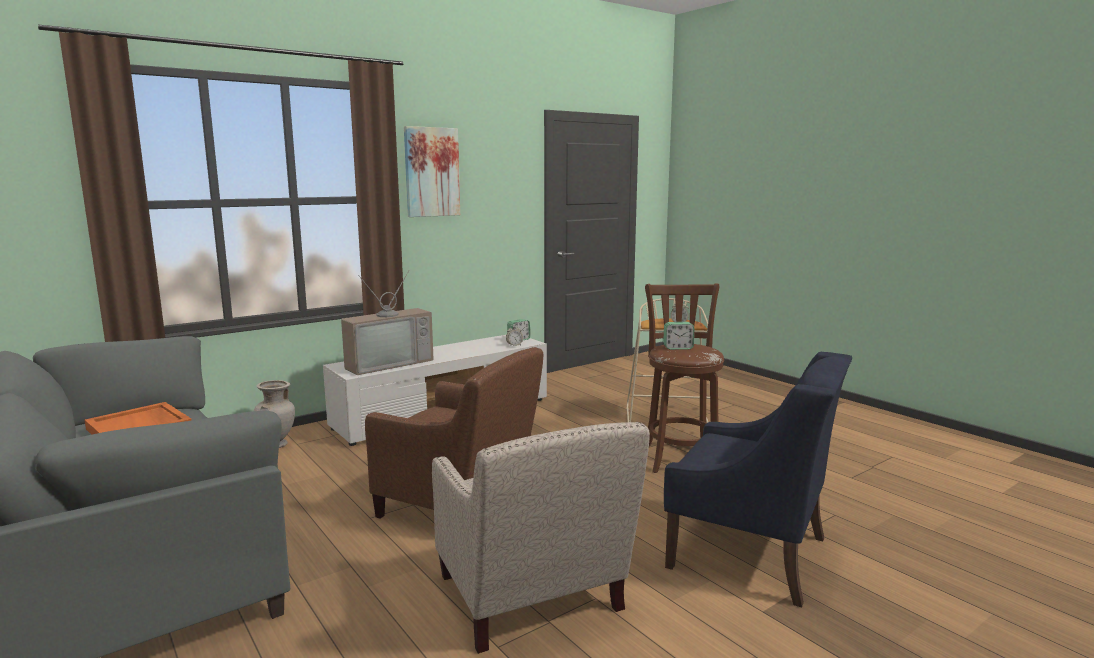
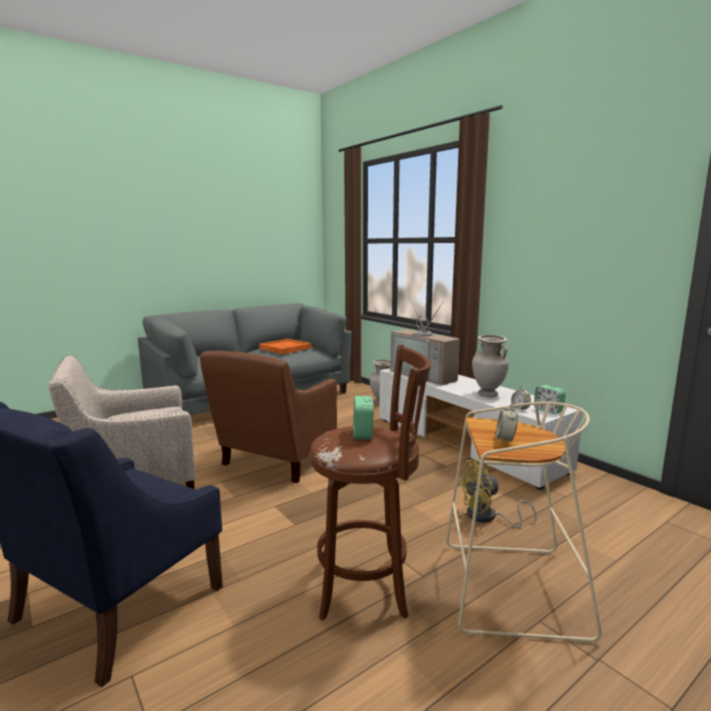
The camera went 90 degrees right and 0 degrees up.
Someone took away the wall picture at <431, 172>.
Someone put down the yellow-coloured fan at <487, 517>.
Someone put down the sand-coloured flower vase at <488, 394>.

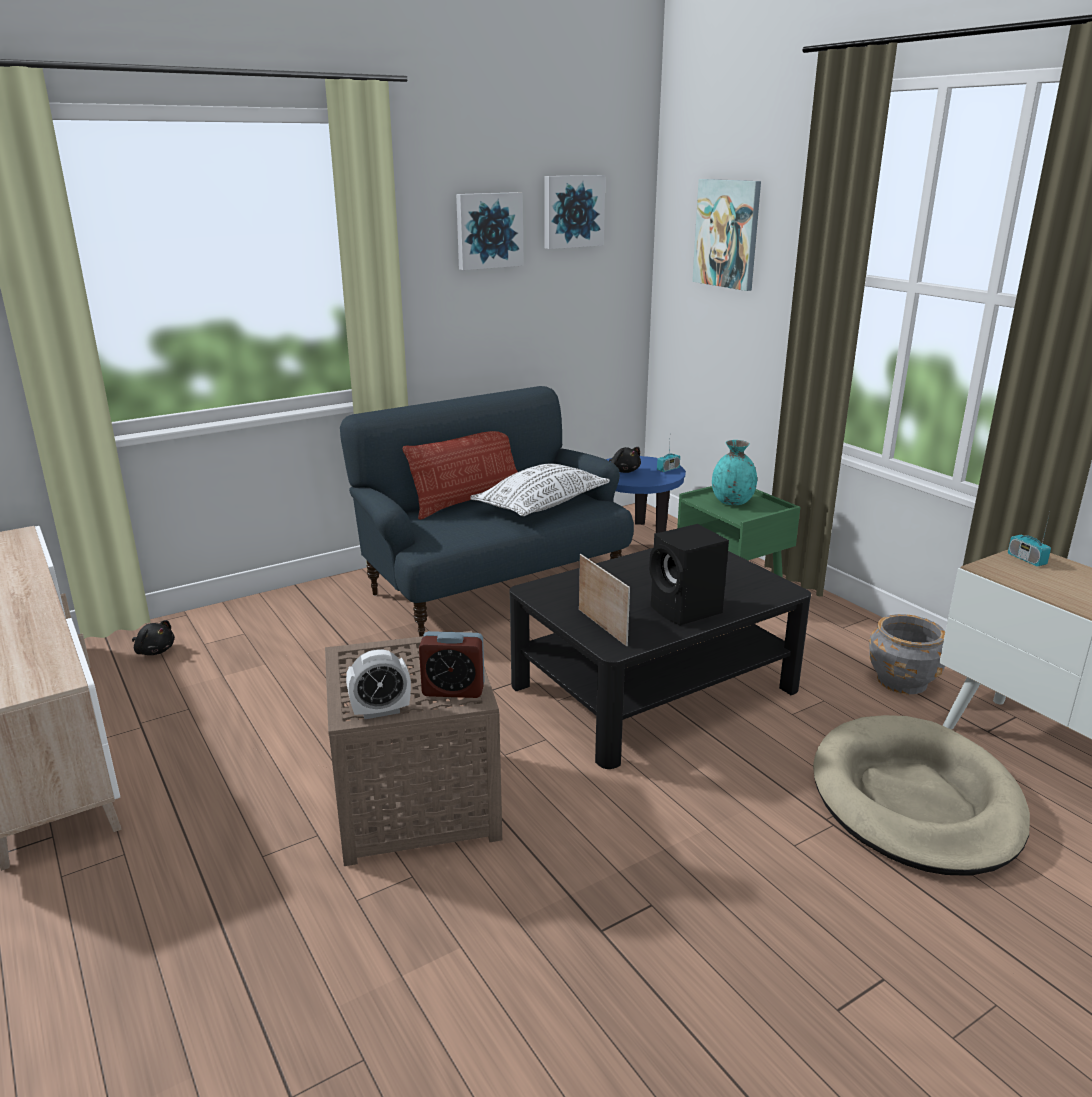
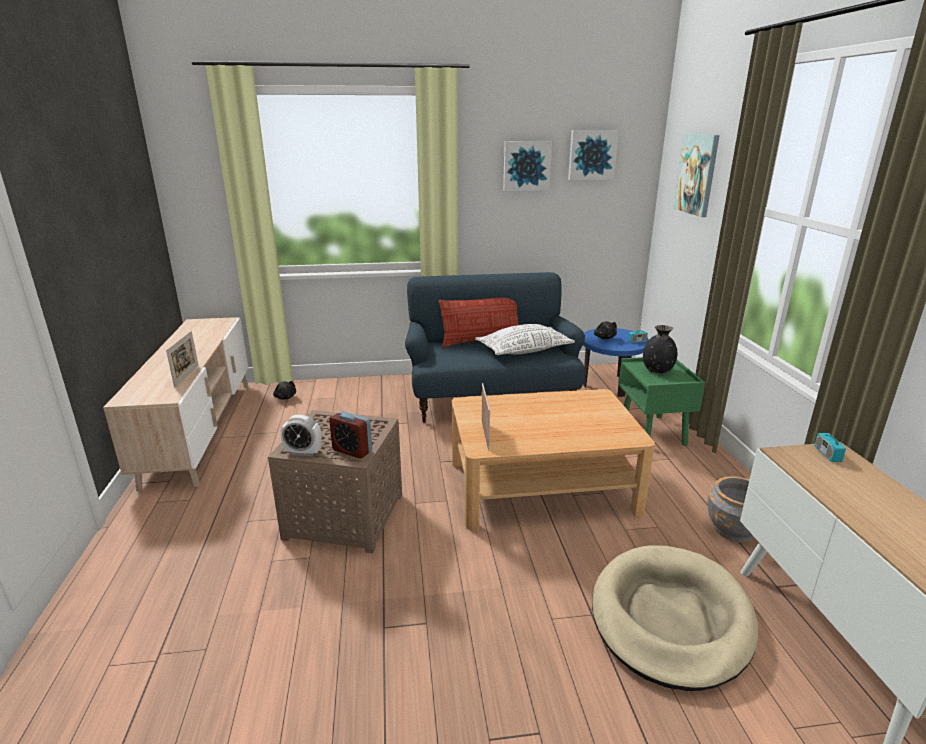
The camera went 25 degrees right and 0 degrees up.
Someone repainted the black-coloured coffee table at <654, 687>, which became the sand-coloured coffee table at <542, 486>.
Someone took away the black-coloured audio speaker at <686, 611>.
Someone repainted the blue-green flower vase at <732, 502>, which became the black-coloured flower vase at <657, 370>.
Someone put down the photo frame at <186, 375>.

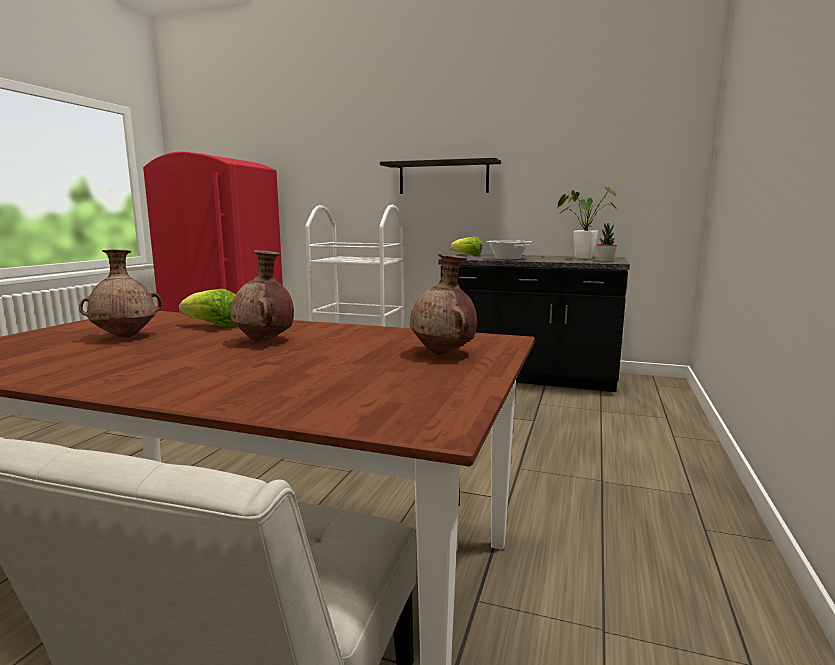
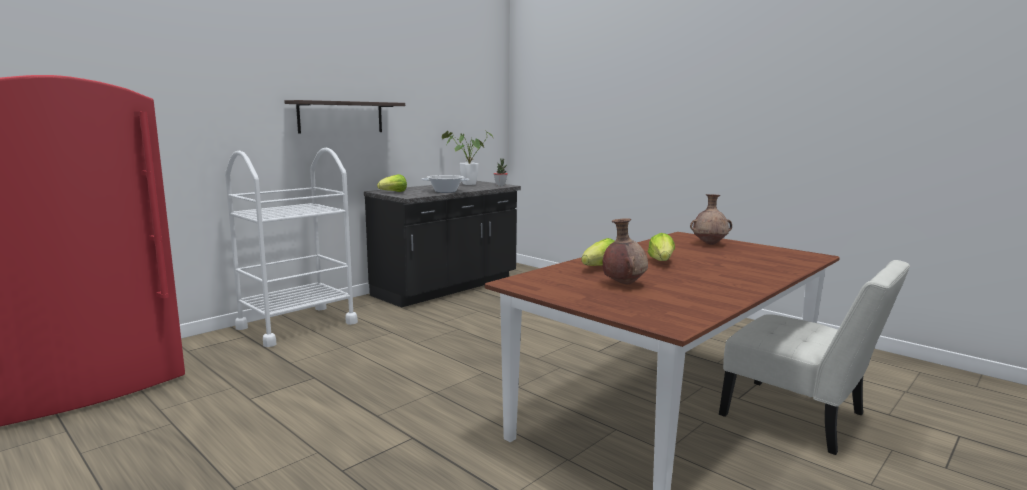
The camera went 65 degrees left and 0 degrees up.
Someone swapped the brown flower vase at <265, 341> for the head of lettuce at <661, 262>.

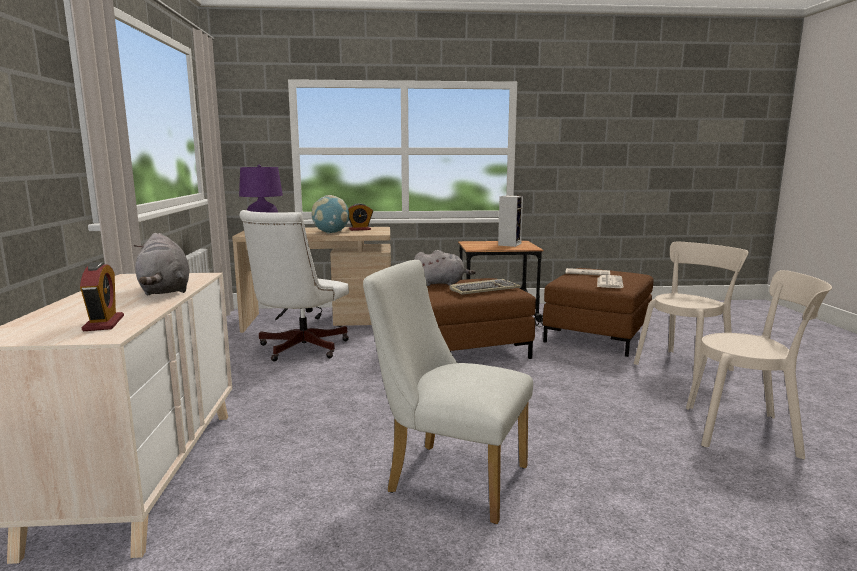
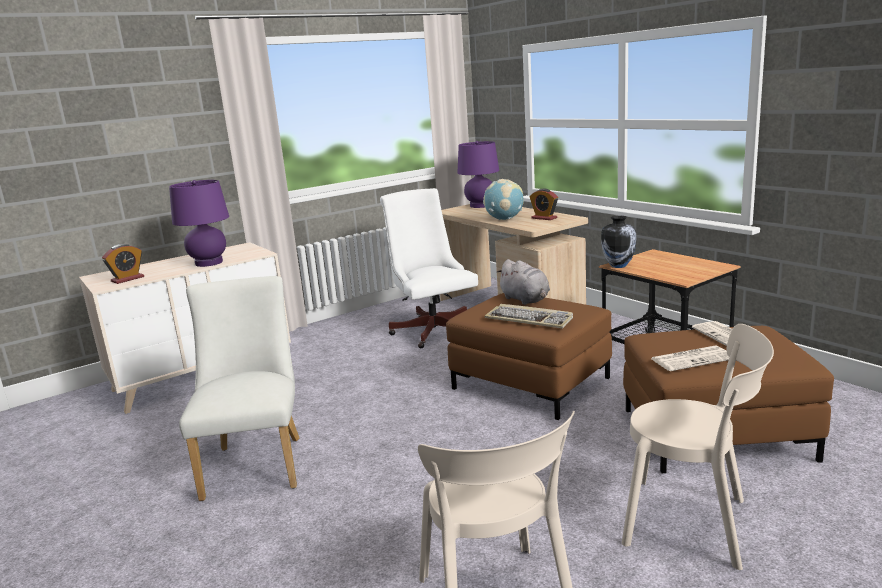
The camera went 60 degrees right and 5 degrees up.
Someone swapped the grey soft toy at <165, 291> for the purplish lamp for a table at <209, 263>.
Someone rotated the white office chair at <299, 349> by 75 degrees clockwise.
Someone took away the audio speaker at <509, 244>.
Someone put down the flower vase at <618, 266>.

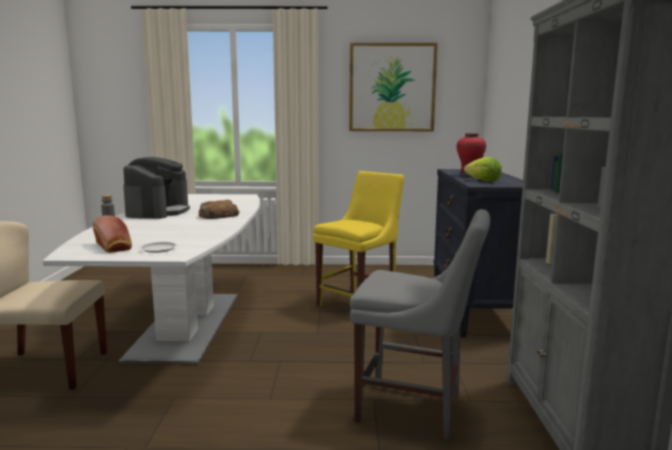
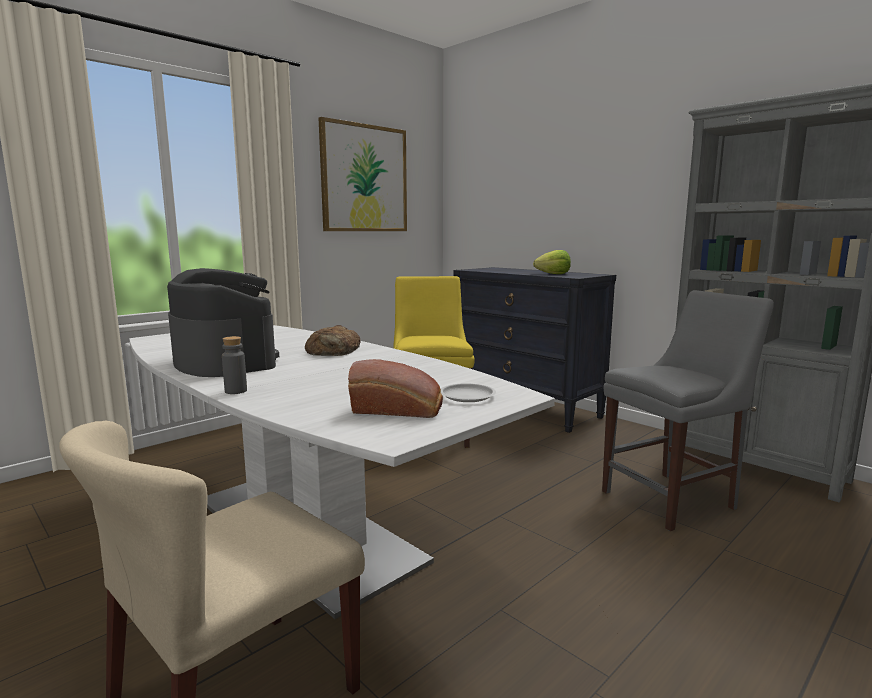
The camera went 45 degrees left and 0 degrees up.
Someone took away the red-coloured flower vase at <469, 175>.

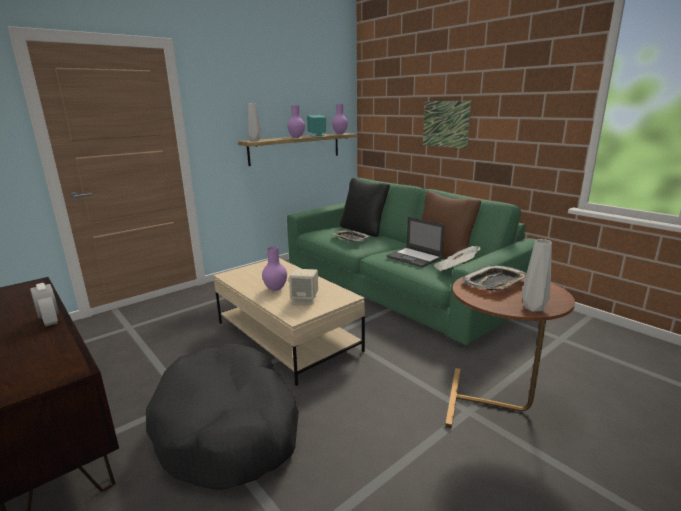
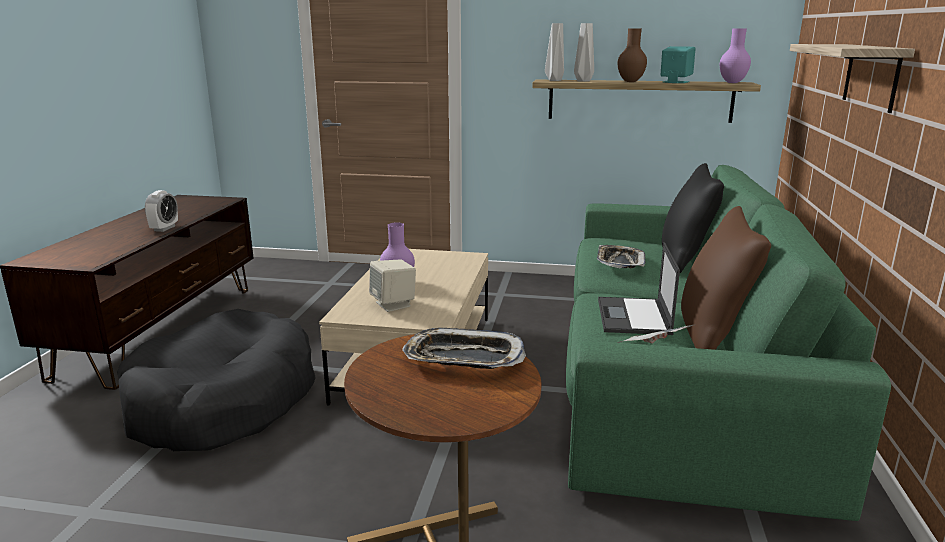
The camera went 50 degrees right and 0 degrees up.
Someone repainted the purplish flower vase at <296, 137>, which became the brown flower vase at <631, 81>.
Someone swapped the wall picture at <446, 124> for the shelf at <871, 76>.
Someone carried the grey flower vase from <532, 307> to <583, 81>.

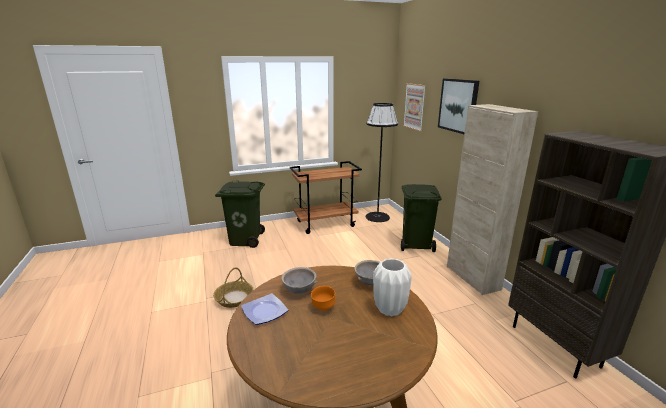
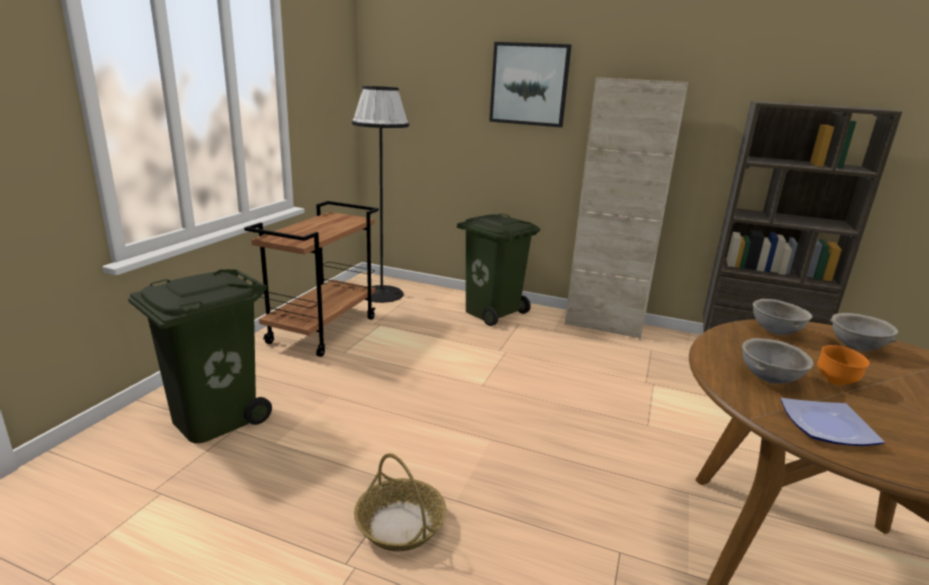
The camera went 50 degrees left and 0 degrees up.
Someone swapped the white flower vase at <389, 309> for the grey bowl at <856, 348>.
Someone took away the wall picture at <414, 106>.

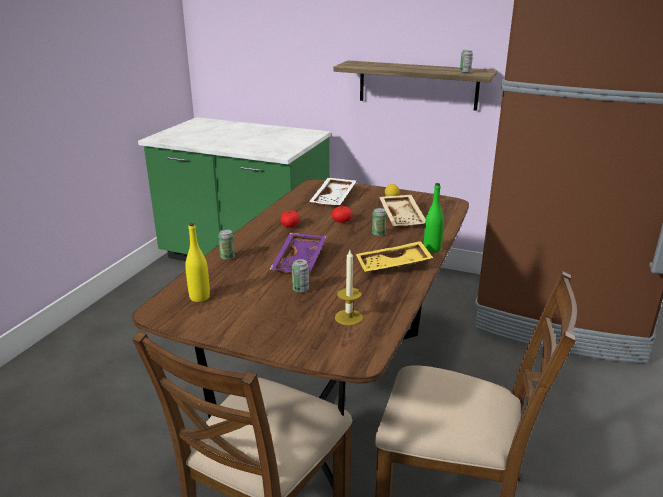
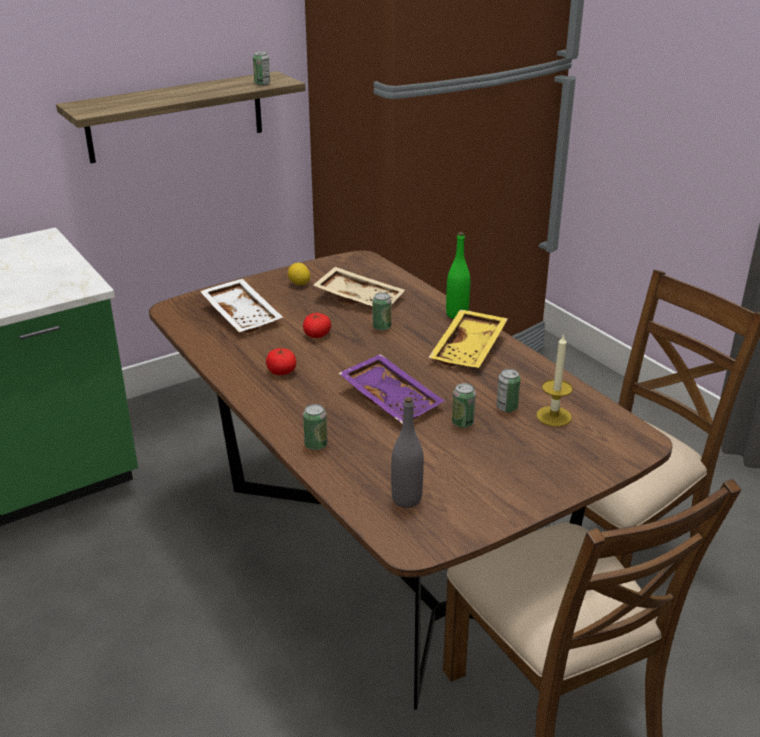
The camera went 55 degrees left and 5 degrees up.
Someone repainted the yellow-coloured drink bottle at <199, 297>, which became the grey drink bottle at <406, 499>.
Someone put down the metal can at <507, 408>.

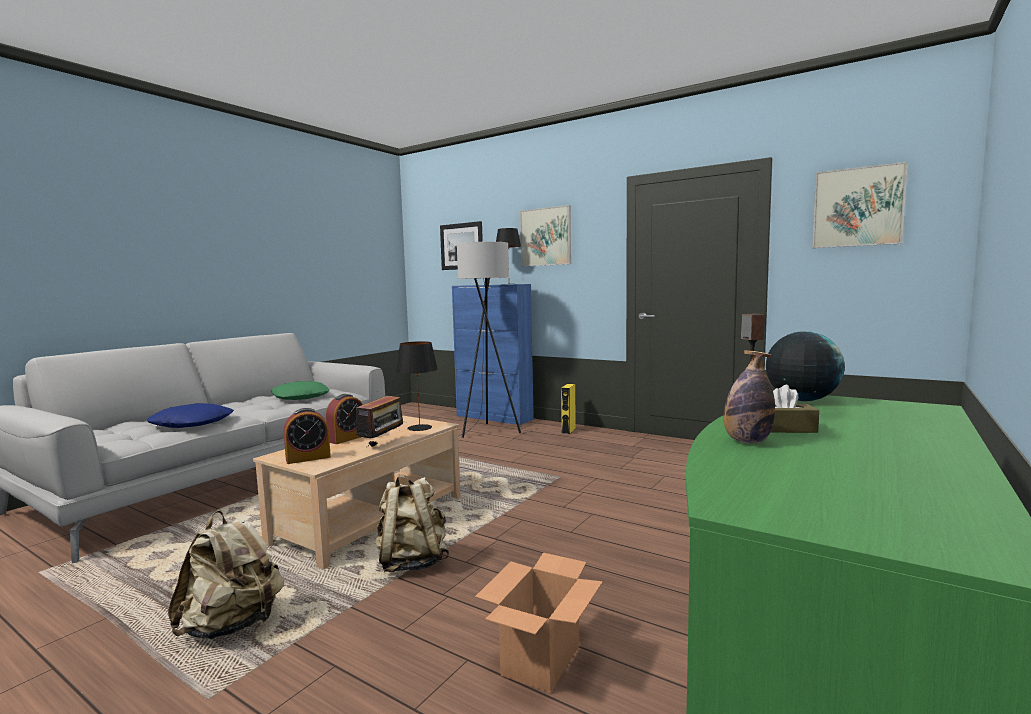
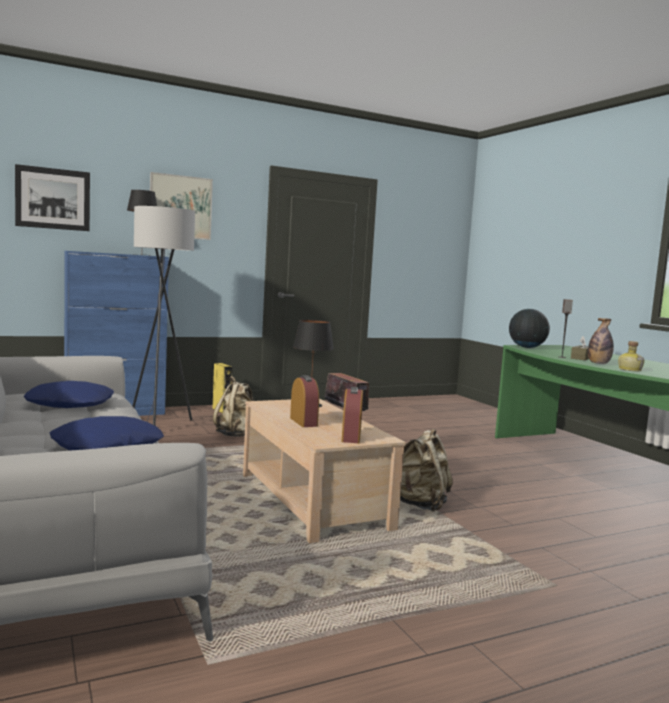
The camera went 60 degrees left and 0 degrees up.
Someone carried the sand-coloured backpack from <232, 626> to <237, 435>.
Someone repainted the greenish throw pillow at <301, 397>, which became the bluish throw pillow at <70, 404>.
Someone took away the cardboard box at <541, 661>.
Someone took away the wall picture at <857, 207>.
Someone put down the drink bottle at <629, 370>.

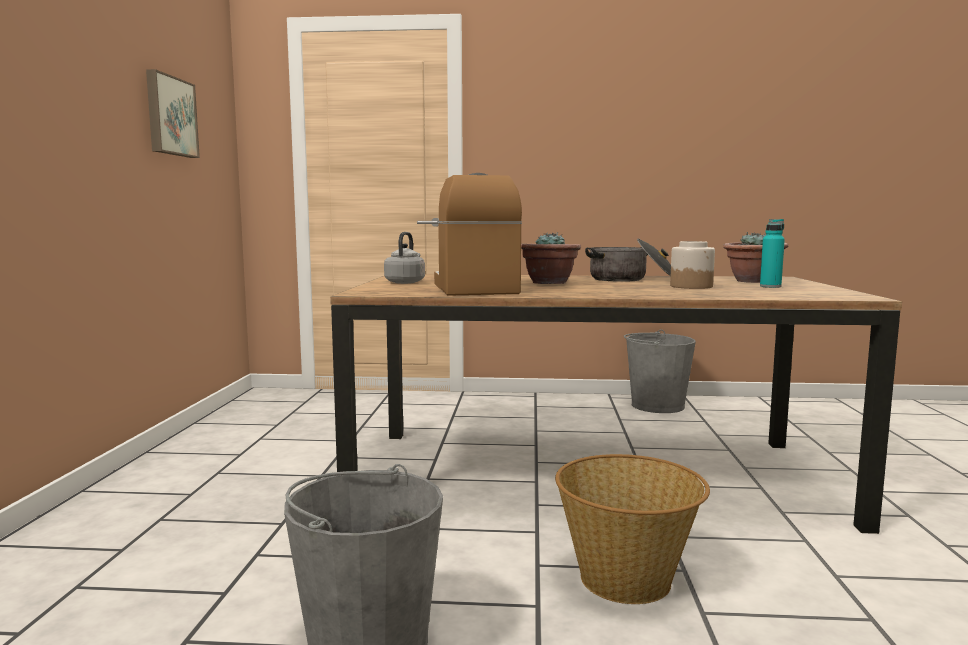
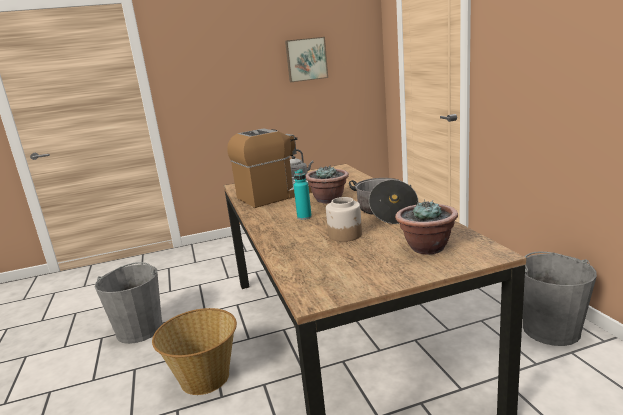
The camera went 70 degrees right and 10 degrees up.
Someone carried the blue-green drink bottle from <770, 286> to <304, 217>.

